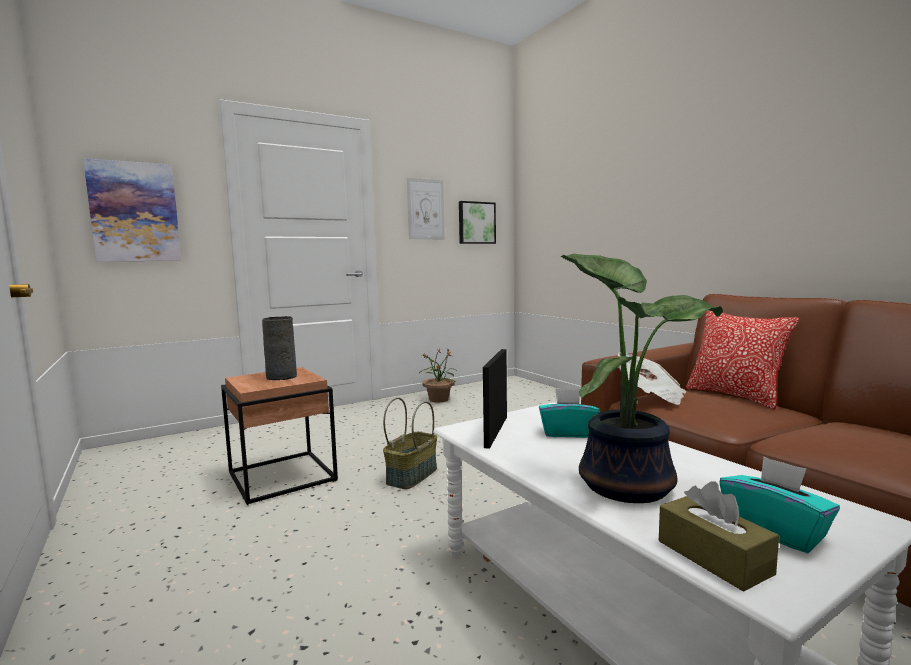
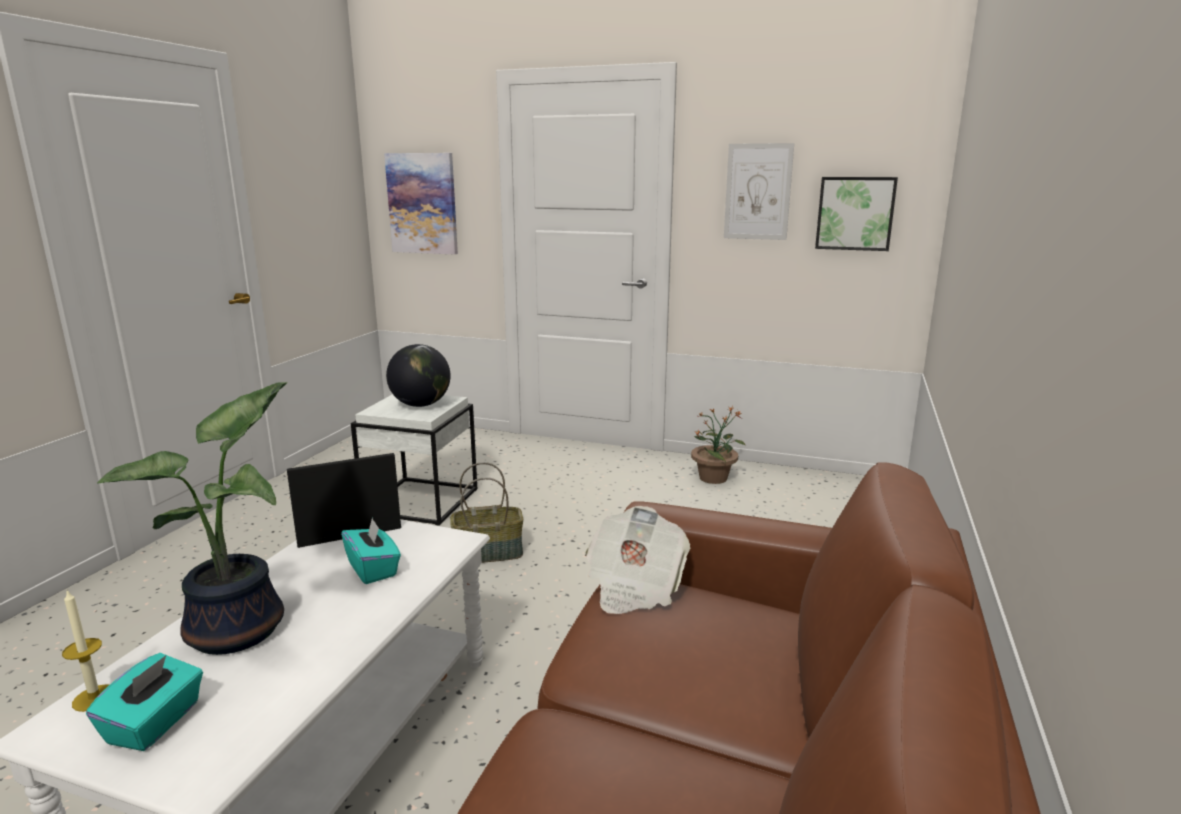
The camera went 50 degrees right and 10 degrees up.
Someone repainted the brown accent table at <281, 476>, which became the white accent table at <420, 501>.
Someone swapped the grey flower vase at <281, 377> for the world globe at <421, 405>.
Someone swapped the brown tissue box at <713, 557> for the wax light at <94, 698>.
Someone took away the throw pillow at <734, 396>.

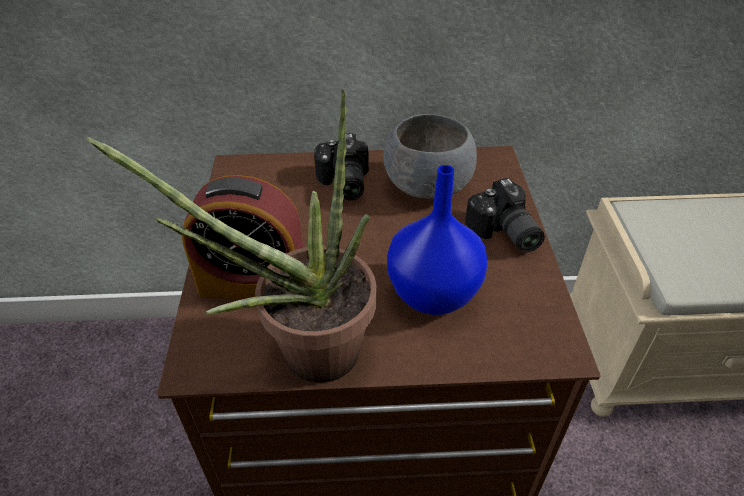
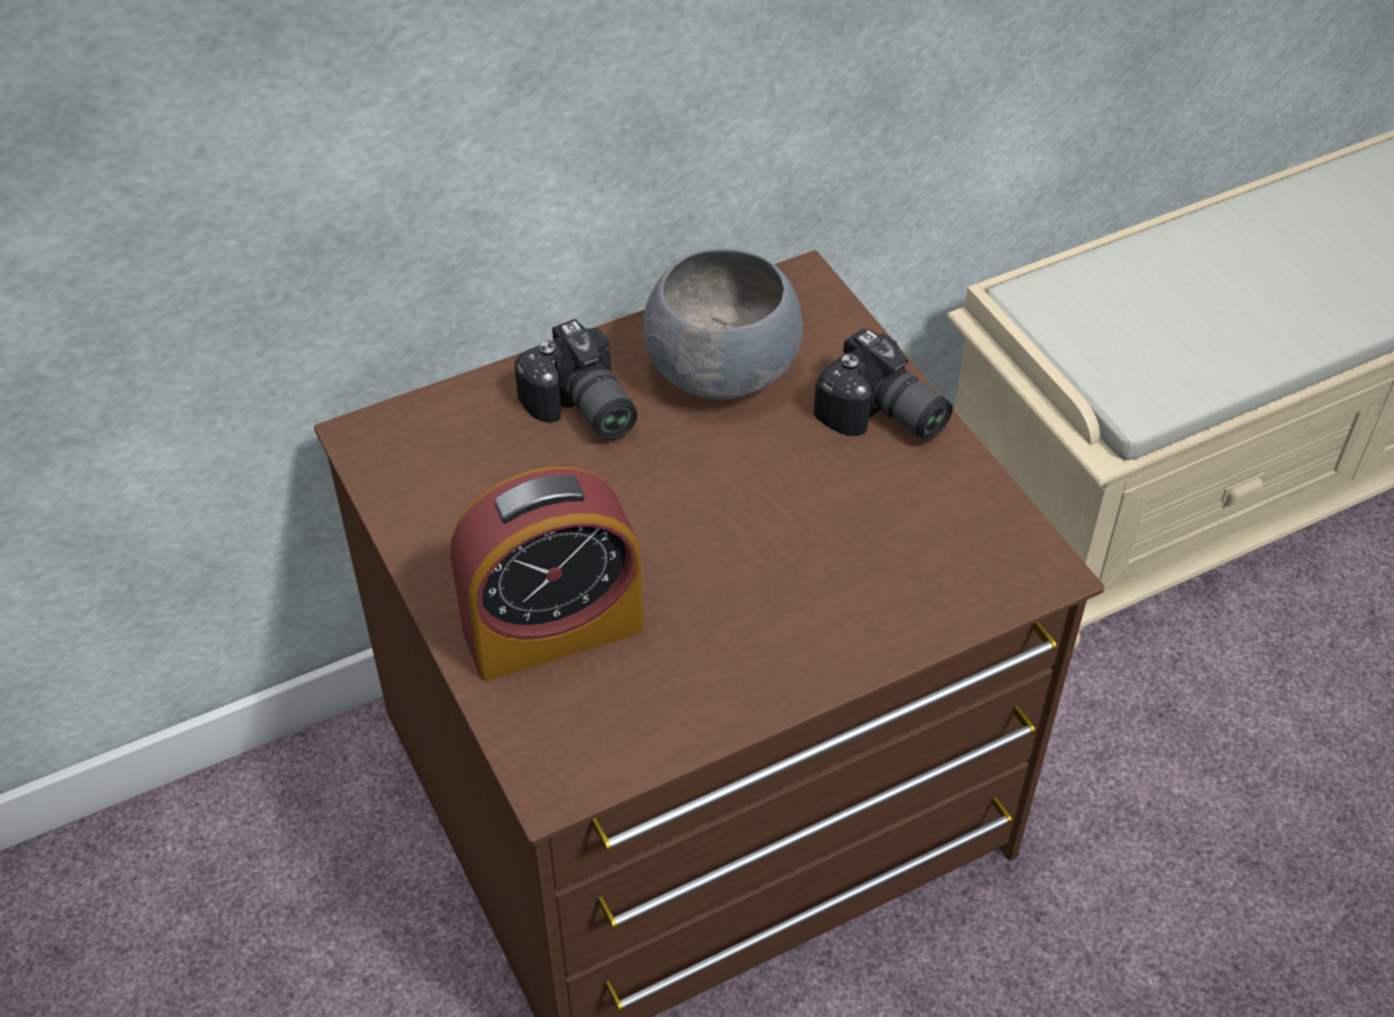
The camera went 25 degrees left and 5 degrees up.
Someone took away the potted plant at <304, 355>.
Someone took away the bluish flower vase at <434, 293>.

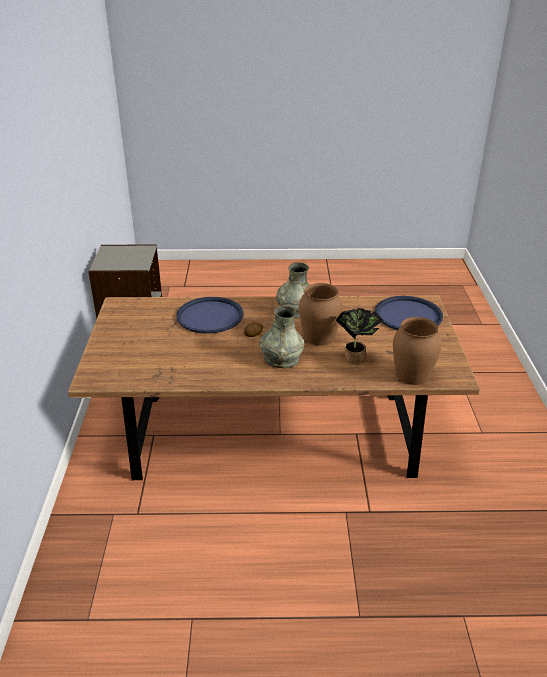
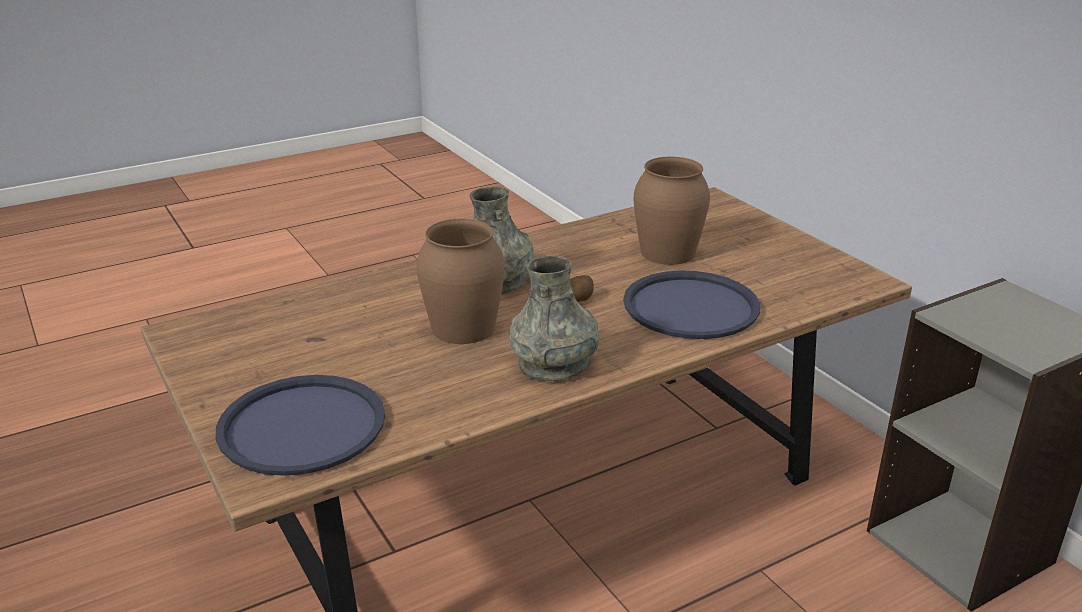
The camera went 150 degrees right and 5 degrees down.
Someone took away the potted plant at <356, 357>.
Someone carried the brown flower vase from <412, 374> to <667, 252>.

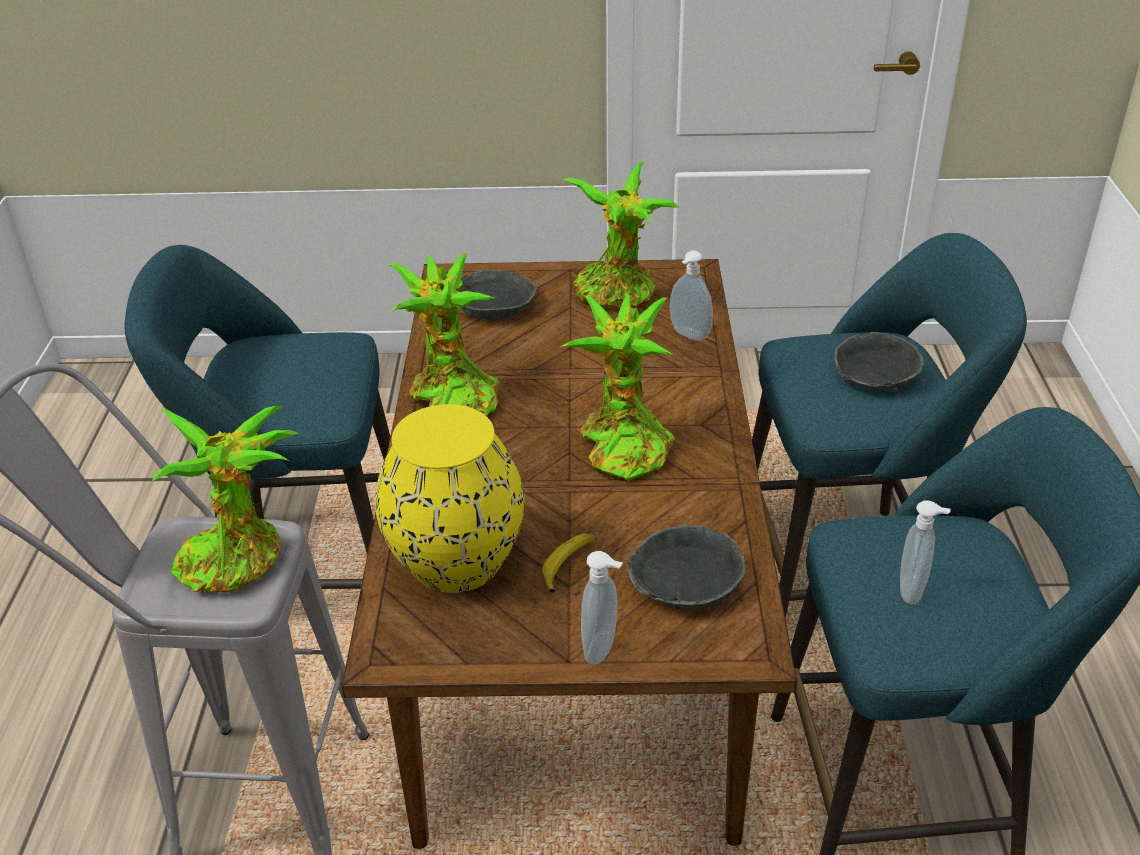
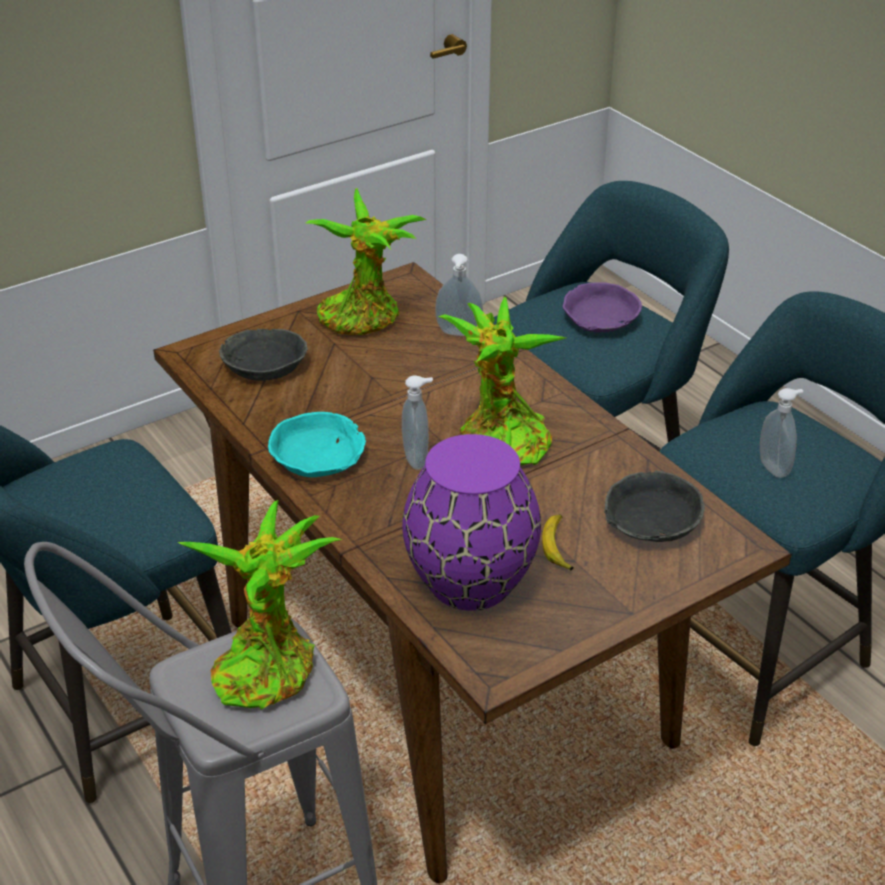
The camera went 35 degrees left and 0 degrees up.
Someone repainted the yellow-coloured flower vase at <454, 562>, which became the purplish flower vase at <469, 583>.
Someone swapped the potted plant at <451, 398> for the blue-green bowl at <318, 457>.
Someone carried the soap dispenser from <603, 649> to <418, 459>.
Someone repainted the grey bowl at <875, 373>, which became the purplish bowl at <600, 318>.

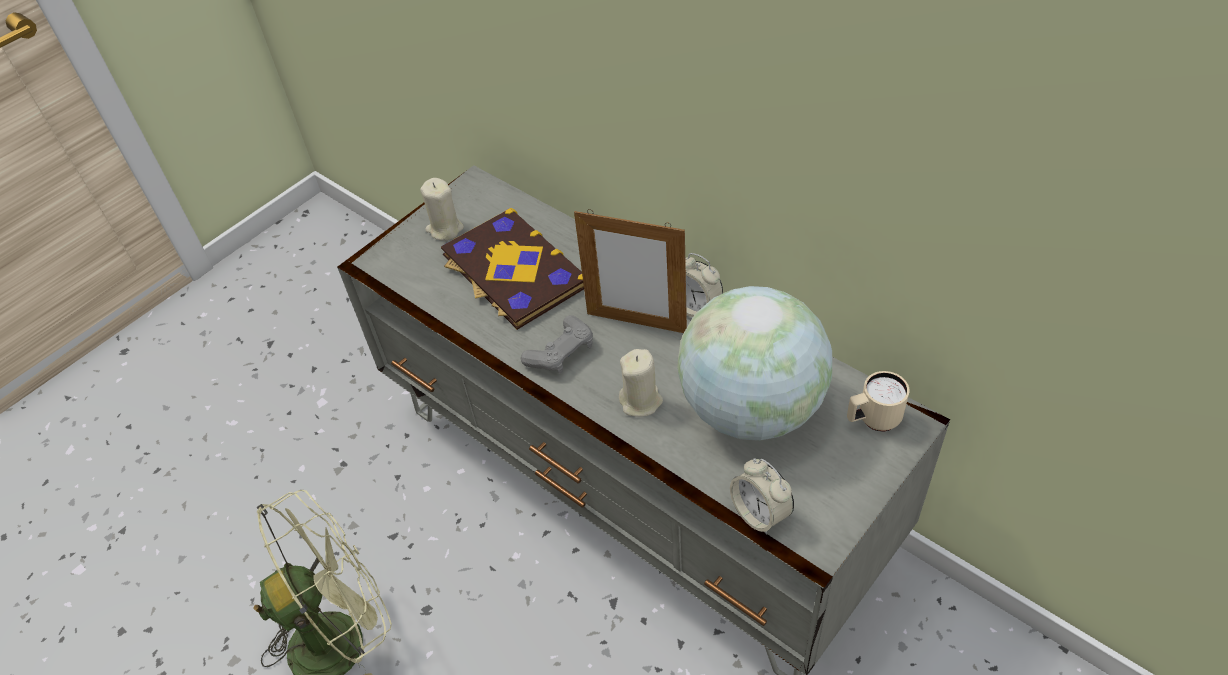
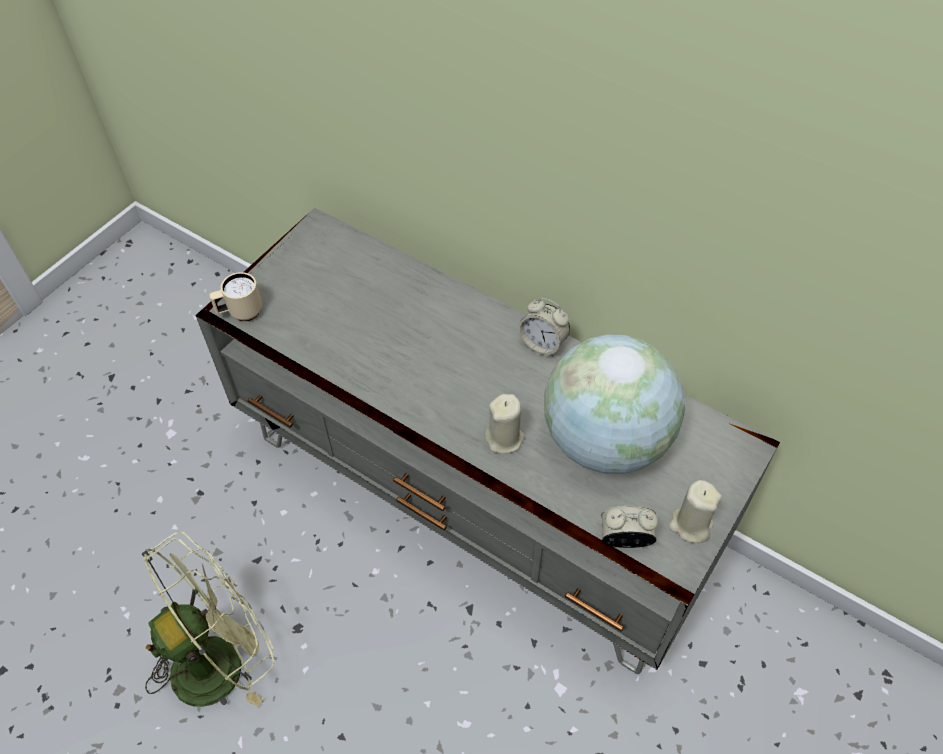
The camera went 10 degrees left and 5 degrees up.
Someone carried the sand-coloured wax light from <445, 229> to <690, 525>.
Someone took away the bound book at <513, 271>.
Someone took away the grey game controller at <561, 353>.
Someone took away the photo frame at <636, 323>.
Someone rotated the alarm clock at <760, 513> by 135 degrees clockwise.
Someone carried the sand-coloured mug from <872, 420> to <240, 313>.

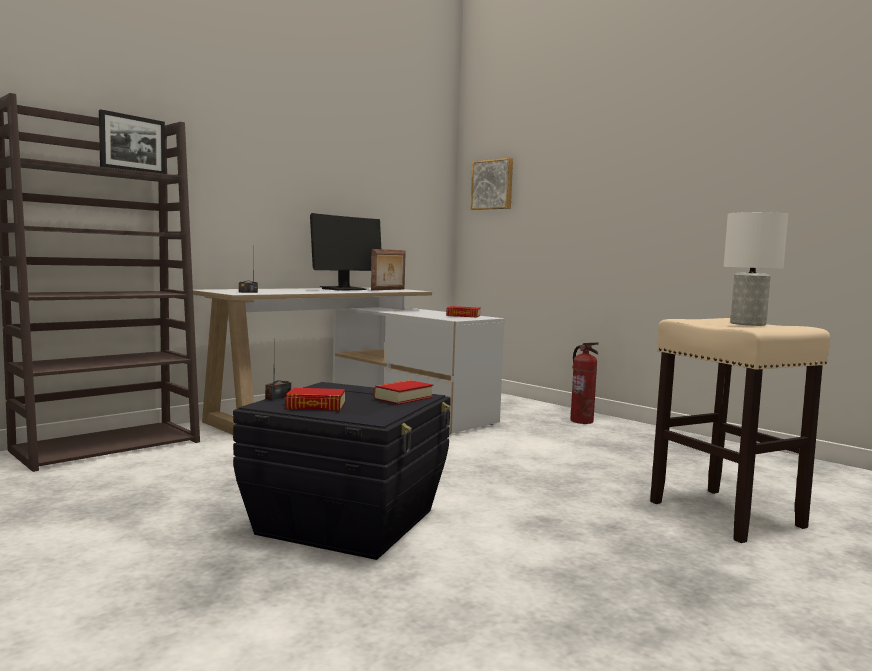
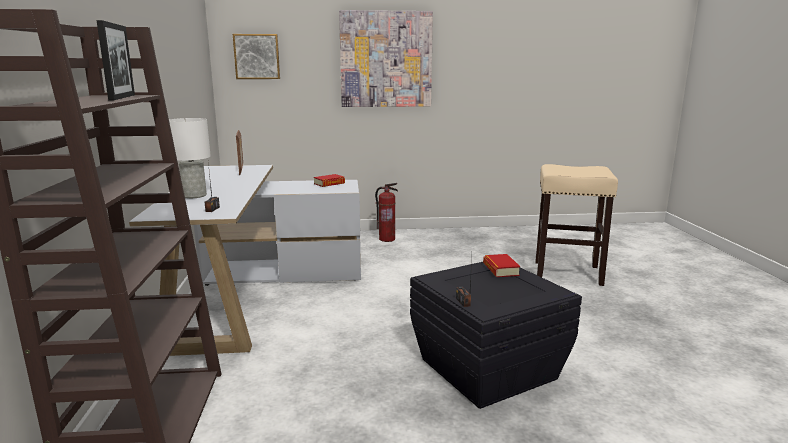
The camera went 50 degrees left and 10 degrees up.
Someone took away the bound book at <315, 406>.
Someone took away the monitor at <344, 289>.
Someone carried the white lamp for a table from <748, 324> to <195, 195>.
Someone put up the wall picture at <386, 59>.

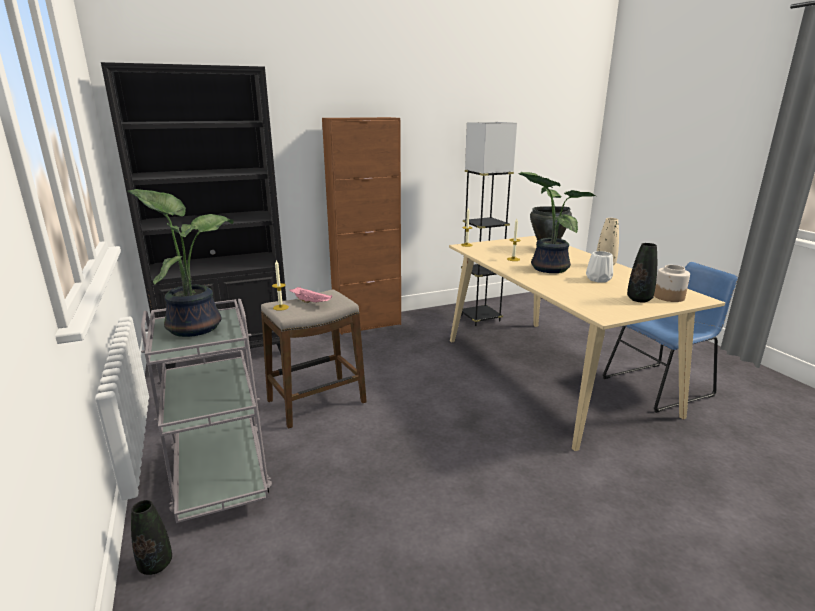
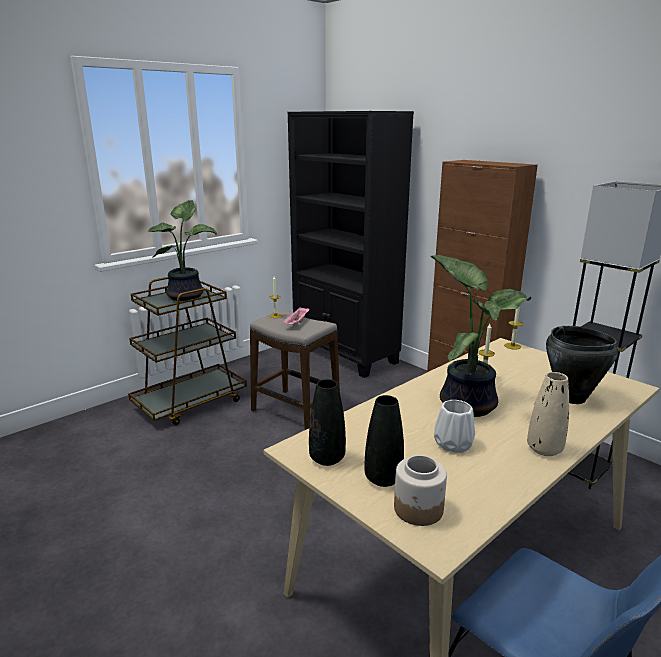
The camera went 70 degrees right and 0 degrees up.
Someone carried the black-coloured flower vase from <156, 565> to <327, 458>.
Someone repainted the grey cart at <220, 474>, which became the brown cart at <191, 403>.

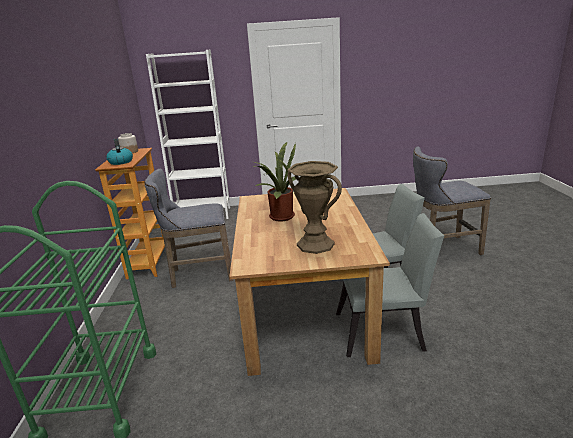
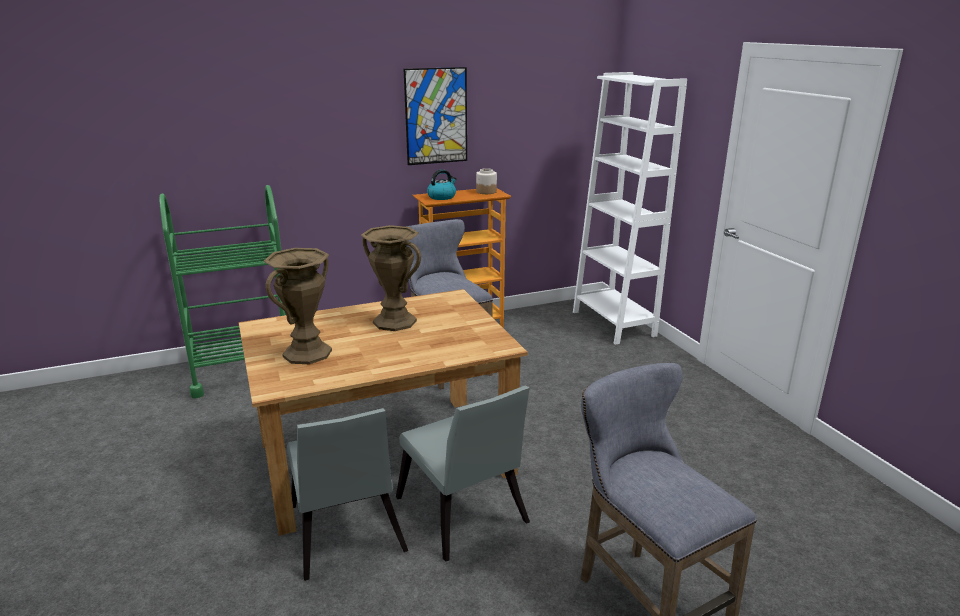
The camera went 70 degrees right and 0 degrees up.
Someone swapped the potted plant at <279, 216> for the brown flower vase at <395, 321>.
Someone put up the wall picture at <436, 116>.

